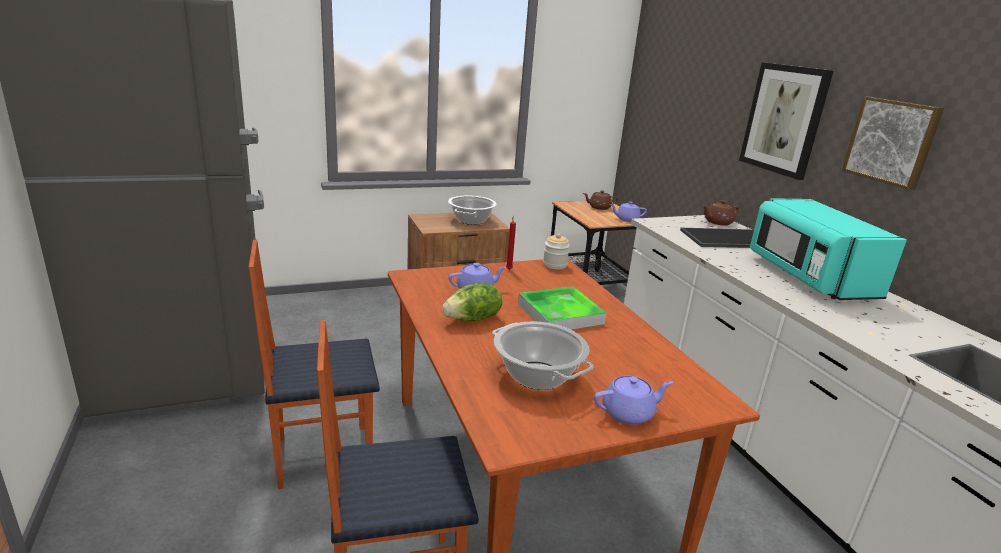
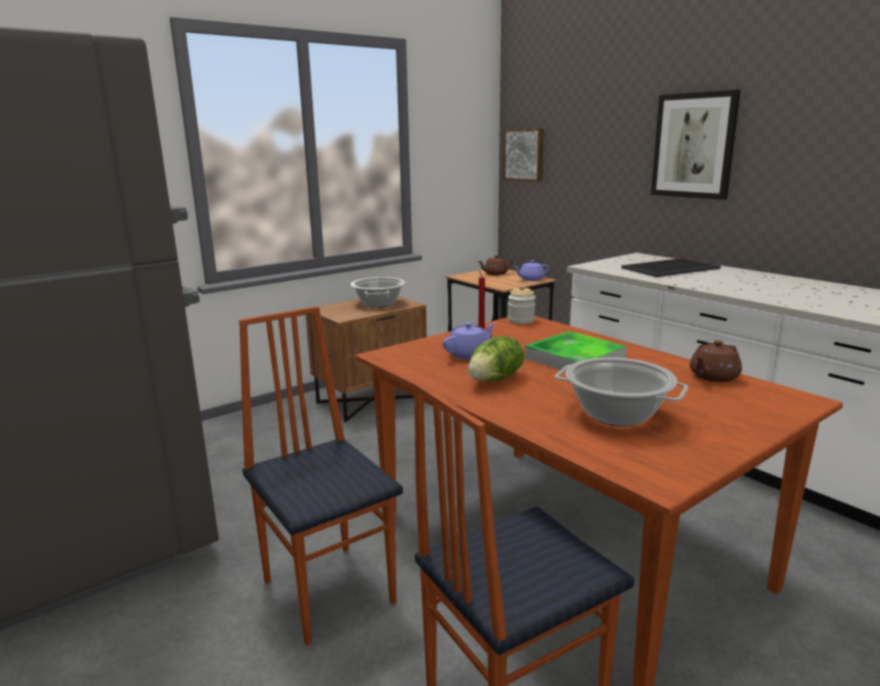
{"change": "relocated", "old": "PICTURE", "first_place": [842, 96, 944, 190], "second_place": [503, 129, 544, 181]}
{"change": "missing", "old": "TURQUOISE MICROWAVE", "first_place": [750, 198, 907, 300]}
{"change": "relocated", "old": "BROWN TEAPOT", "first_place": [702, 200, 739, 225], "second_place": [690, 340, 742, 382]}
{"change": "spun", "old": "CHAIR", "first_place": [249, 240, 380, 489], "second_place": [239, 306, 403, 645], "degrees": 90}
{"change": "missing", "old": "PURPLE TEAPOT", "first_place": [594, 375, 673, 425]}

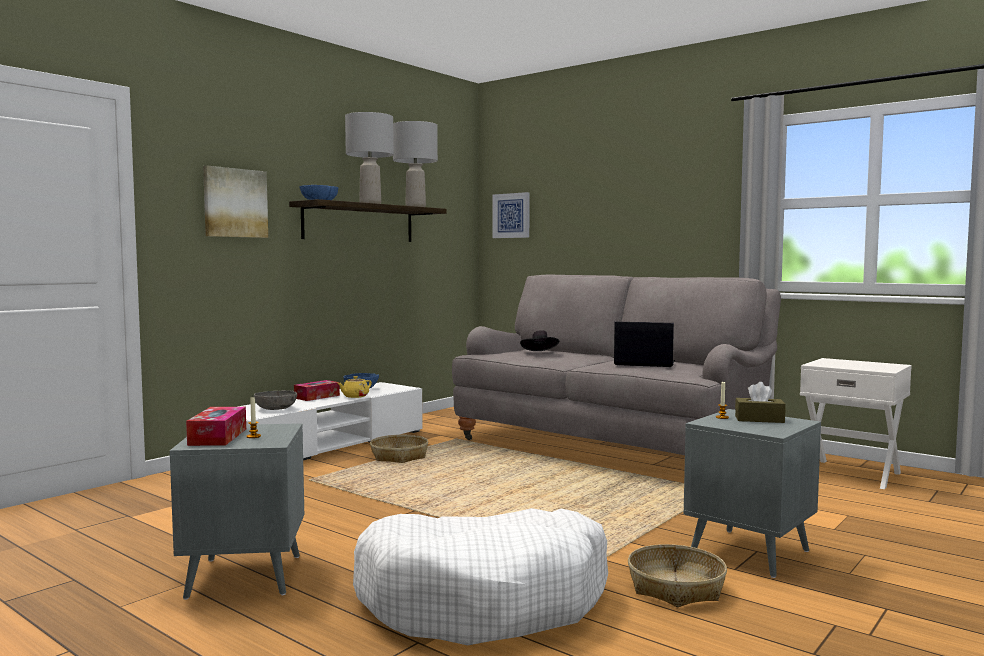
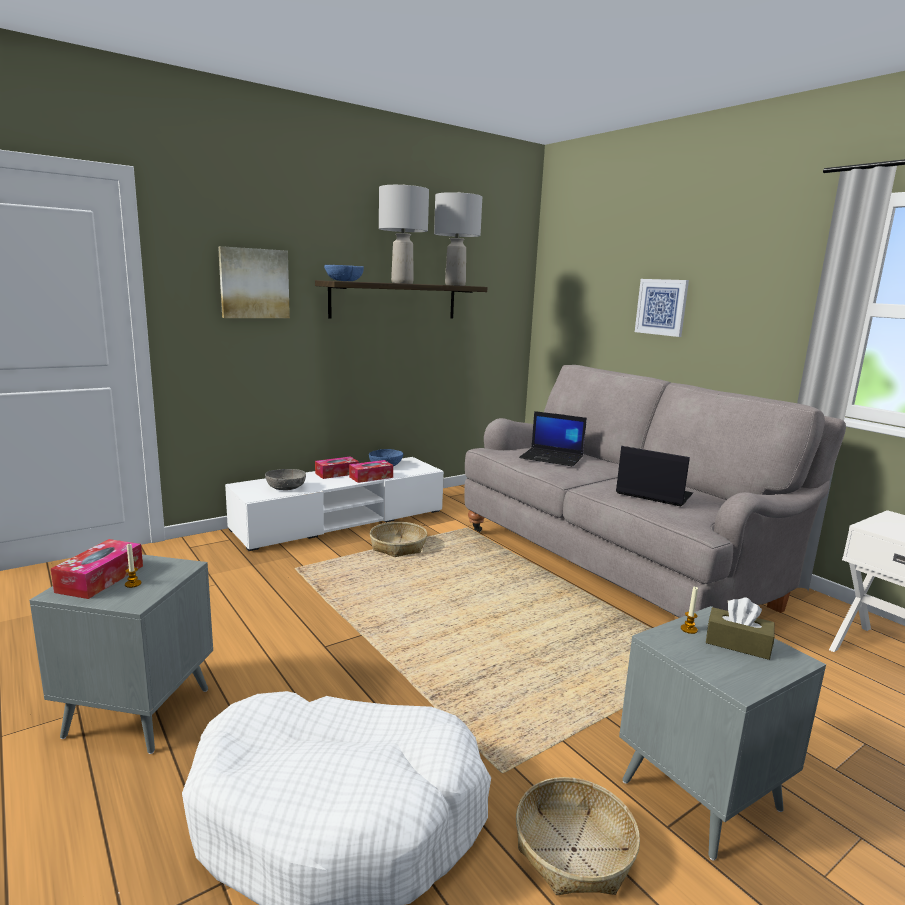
{"change": "relocated", "old": "PICTURE", "first_place": [492, 192, 530, 238], "second_place": [635, 279, 689, 337]}
{"change": "exchanged", "old": "BLACK HAT", "new": "LAPTOP", "first_place": [520, 330, 559, 351], "second_place": [519, 411, 587, 466]}
{"change": "exchanged", "old": "YELLOW TEAPOT", "new": "TISSUE BOX", "first_place": [338, 376, 372, 398], "second_place": [349, 460, 393, 483]}

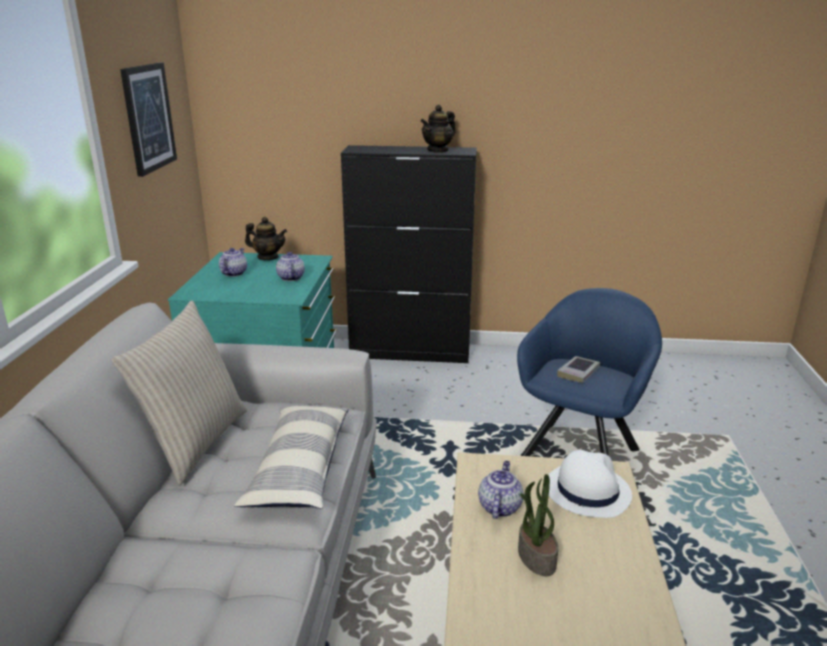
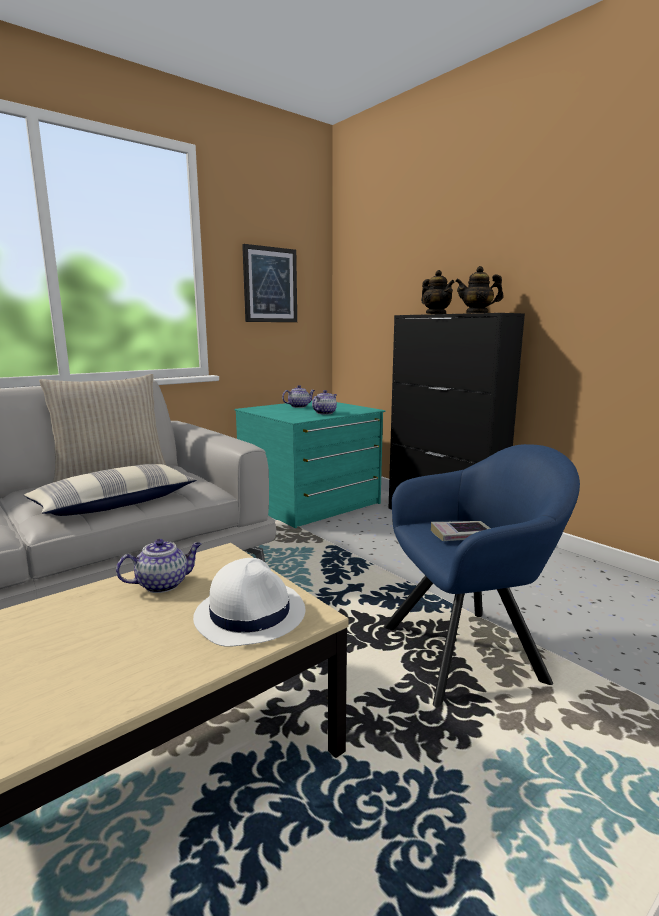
{"change": "relocated", "old": "TEAPOT", "first_place": [245, 217, 287, 260], "second_place": [421, 270, 455, 314]}
{"change": "missing", "old": "POTTED PLANT", "first_place": [518, 474, 559, 576]}

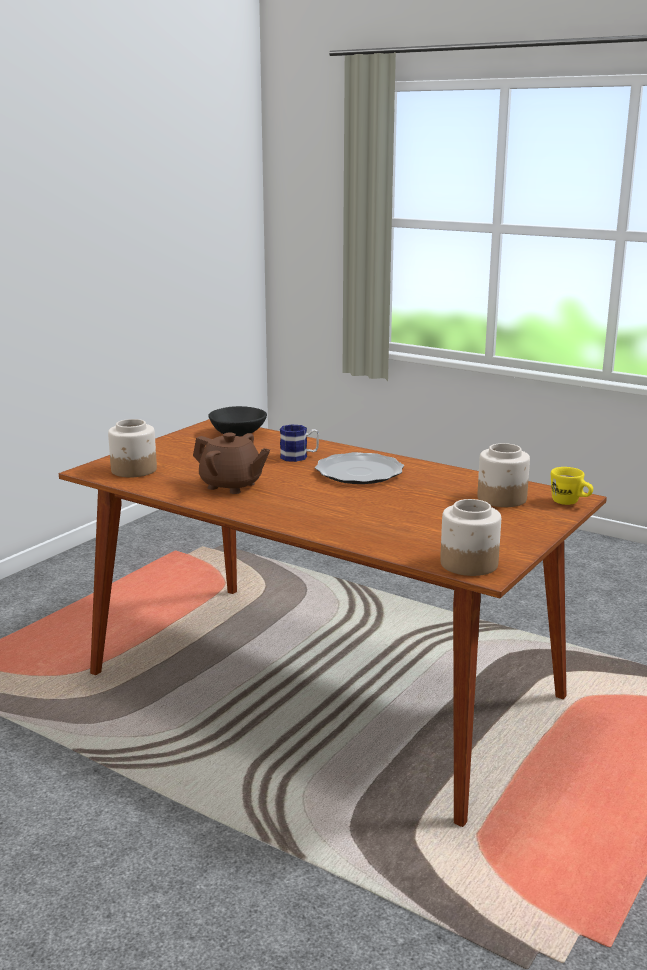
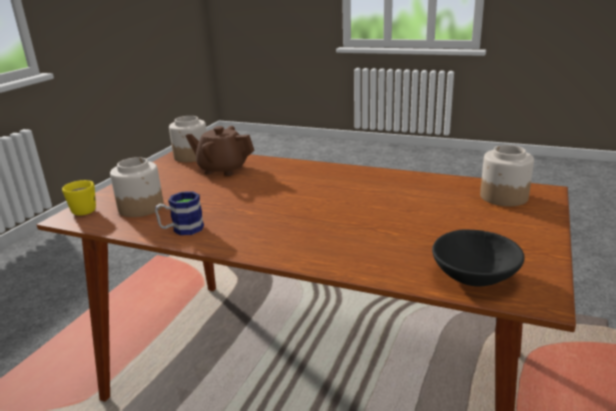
{"change": "relocated", "old": "MUG", "first_place": [280, 424, 319, 462], "second_place": [155, 191, 204, 235]}
{"change": "relocated", "old": "BROWN TEAPOT", "first_place": [193, 432, 270, 494], "second_place": [185, 126, 255, 176]}
{"change": "missing", "old": "PLATE", "first_place": [315, 452, 404, 484]}

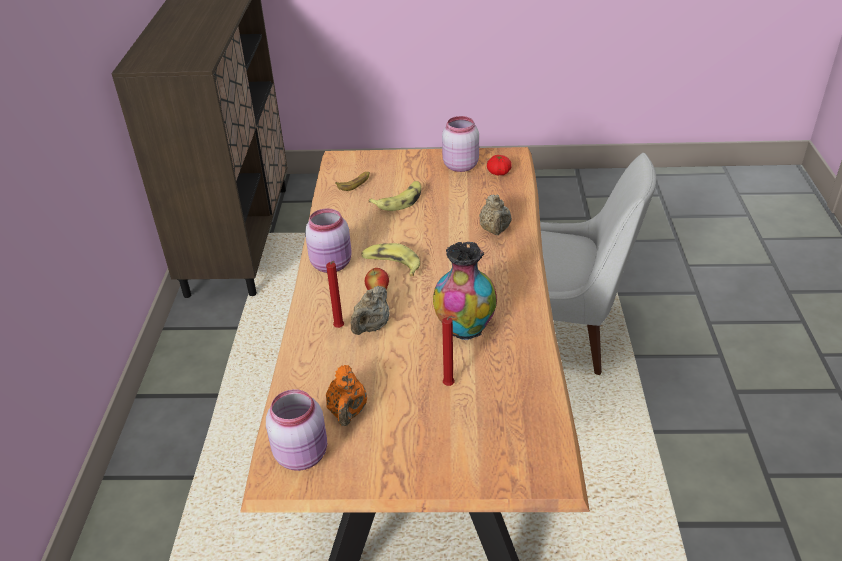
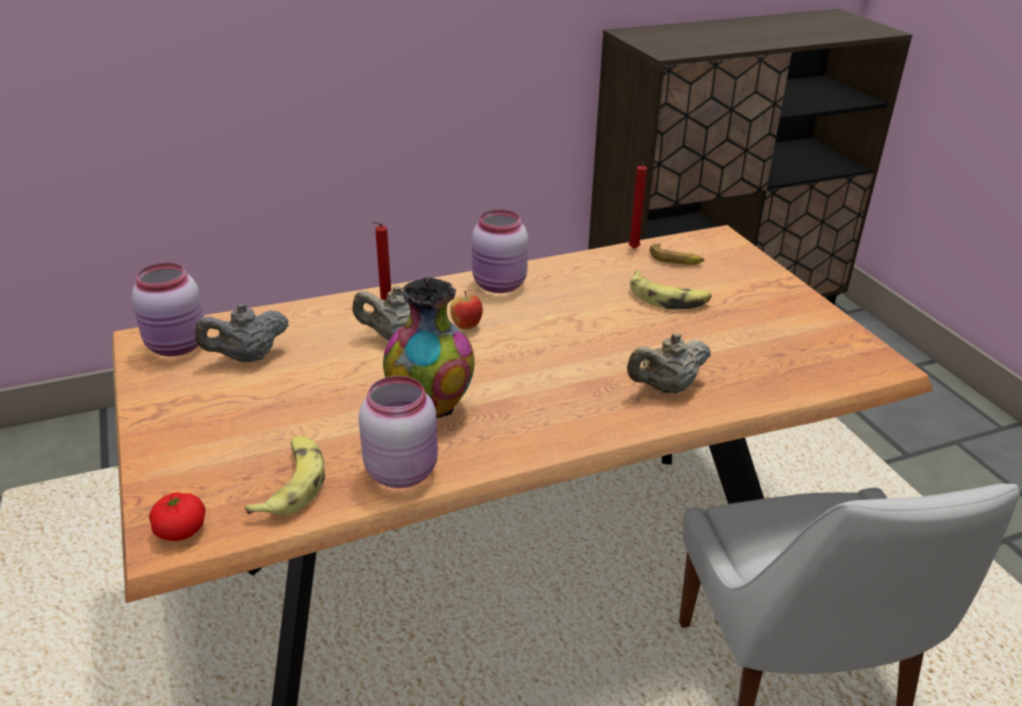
{"change": "relocated", "old": "PINK JAR", "first_place": [442, 116, 479, 172], "second_place": [359, 376, 438, 488]}
{"change": "relocated", "old": "TOMATO", "first_place": [487, 155, 512, 175], "second_place": [149, 492, 206, 541]}
{"change": "relocated", "old": "BANANA", "first_place": [361, 243, 420, 276], "second_place": [244, 436, 325, 515]}
{"change": "relocated", "old": "RED CANDLE", "first_place": [442, 316, 456, 386], "second_place": [629, 161, 647, 249]}
{"change": "colour", "old": "ORANGE TEAPOT", "new": "GREY TEAPOT", "first_place": [326, 365, 367, 426], "second_place": [195, 303, 289, 362]}

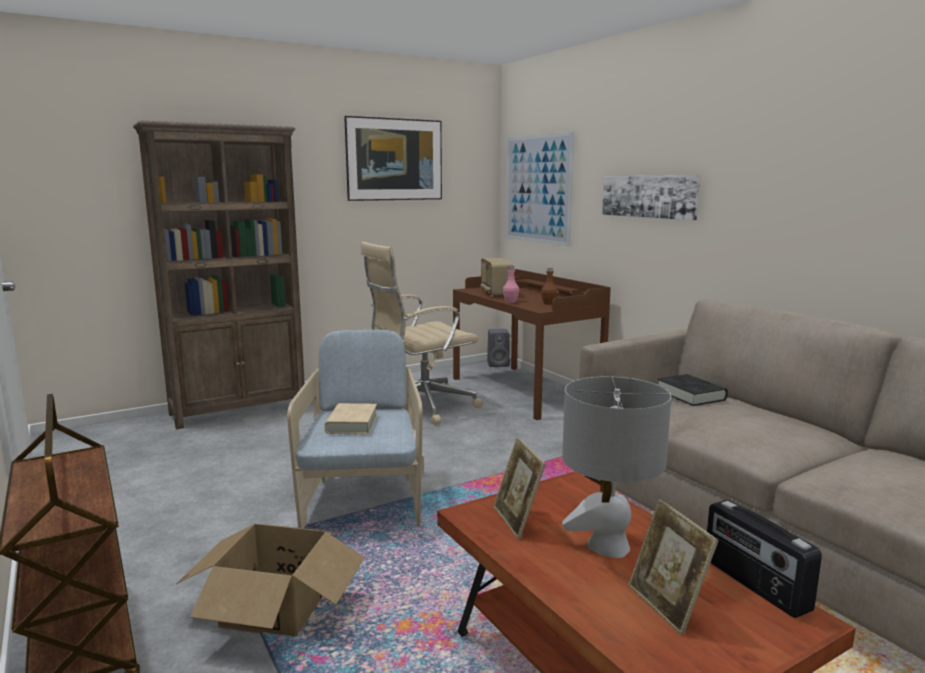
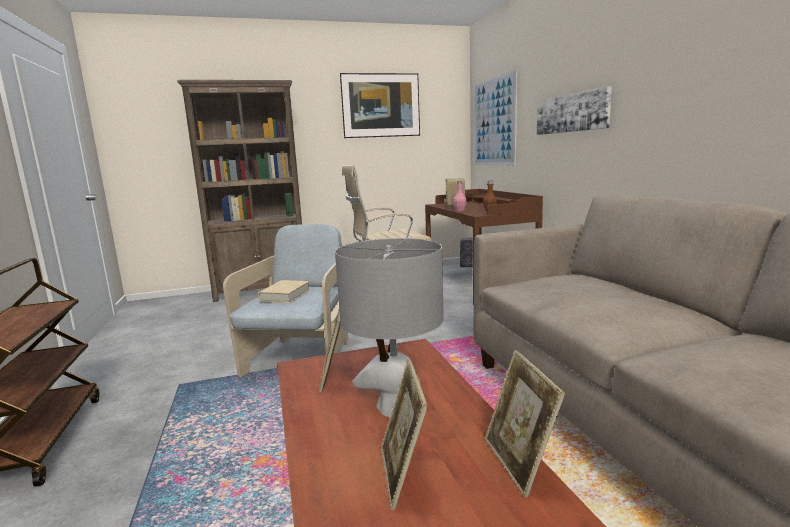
{"change": "missing", "old": "BLACK BOOK", "first_place": [657, 374, 728, 406]}
{"change": "exchanged", "old": "RADIO", "new": "PICTURE FRAME", "first_place": [707, 500, 822, 618], "second_place": [485, 350, 565, 498]}
{"change": "missing", "old": "CARDBOARD BOX", "first_place": [176, 524, 365, 637]}

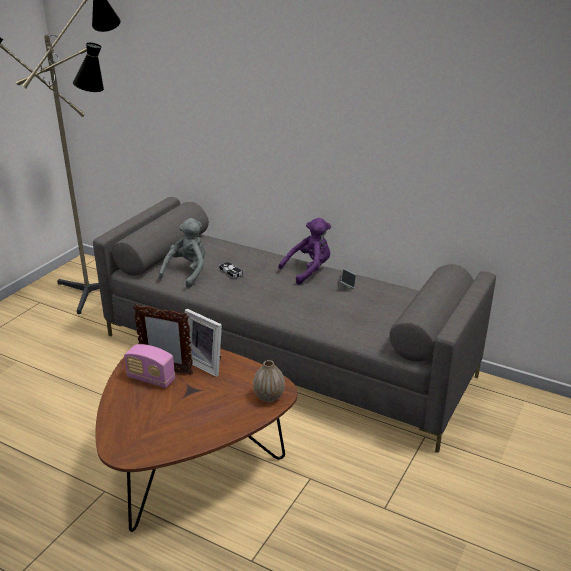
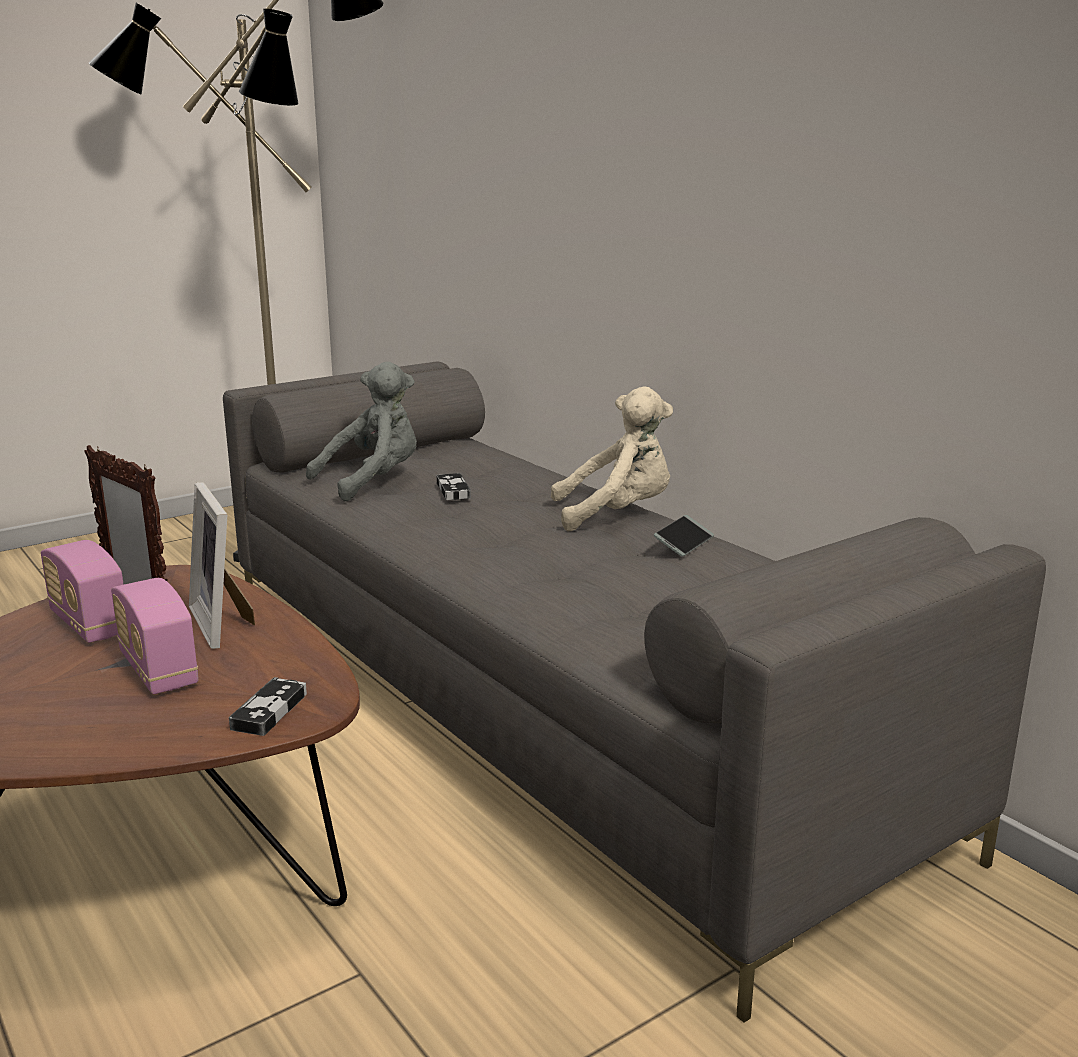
{"change": "colour", "old": "PURPLE PLUSH TOY", "new": "BEIGE PLUSH TOY", "first_place": [278, 218, 331, 285], "second_place": [551, 386, 673, 531]}
{"change": "exchanged", "old": "VASE", "new": "GAME CONTROLLER", "first_place": [253, 360, 285, 402], "second_place": [229, 677, 307, 736]}
{"change": "appeared", "new": "RADIO", "second_place": [111, 578, 199, 694]}

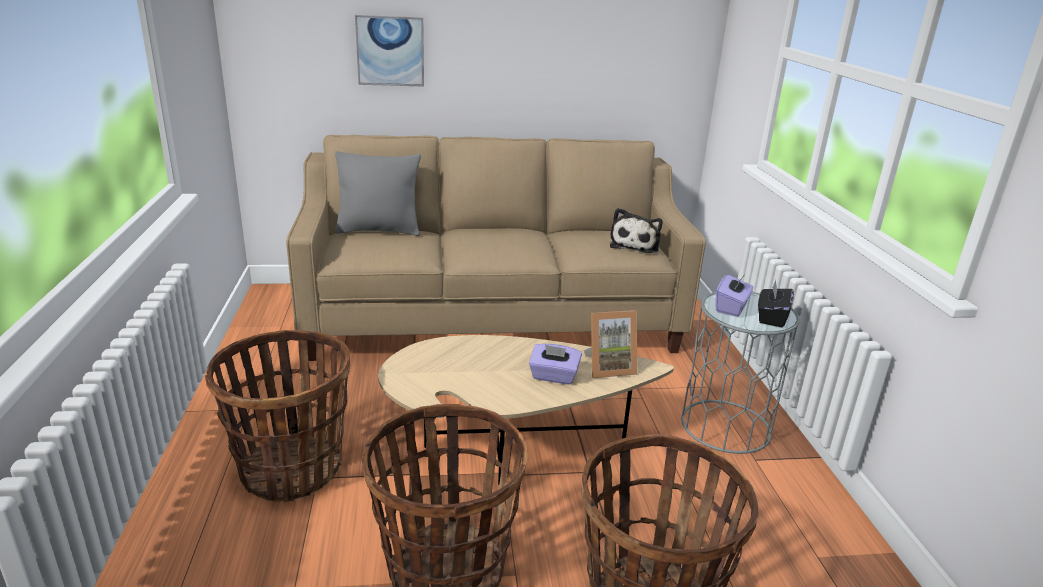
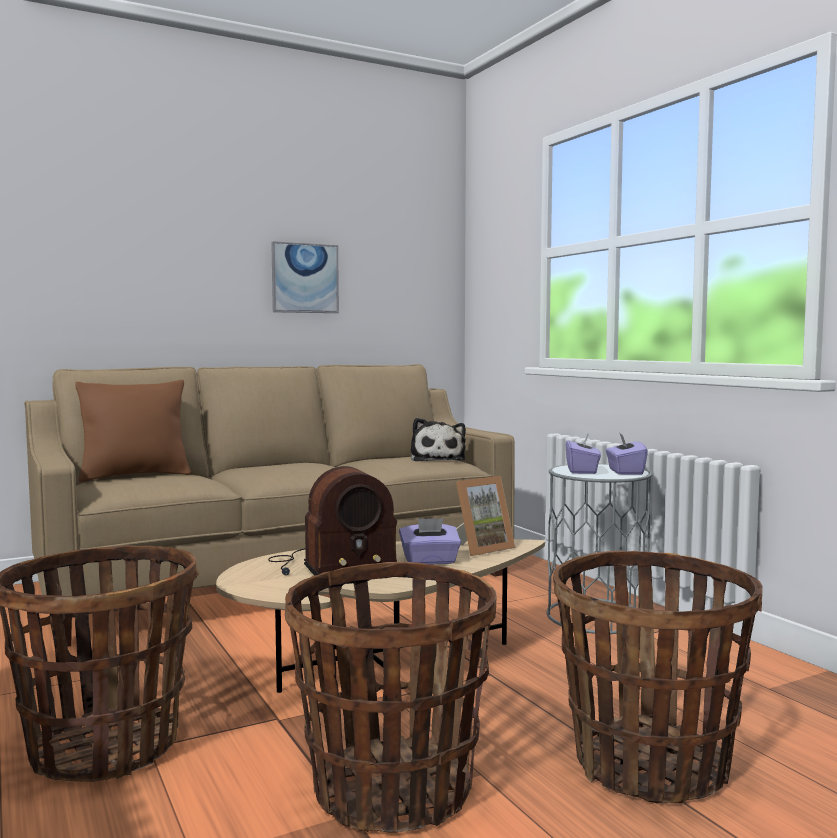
{"change": "relocated", "old": "PICTURE", "first_place": [355, 15, 424, 87], "second_place": [271, 241, 339, 313]}
{"change": "colour", "old": "GREY PILLOW", "new": "BROWN PILLOW", "first_place": [335, 151, 421, 236], "second_place": [75, 380, 191, 482]}
{"change": "colour", "old": "BLACK TISSUE BOX", "new": "PURPLE TISSUE BOX", "first_place": [758, 280, 794, 327], "second_place": [606, 432, 648, 475]}
{"change": "appeared", "new": "RADIO", "second_place": [268, 466, 397, 575]}

